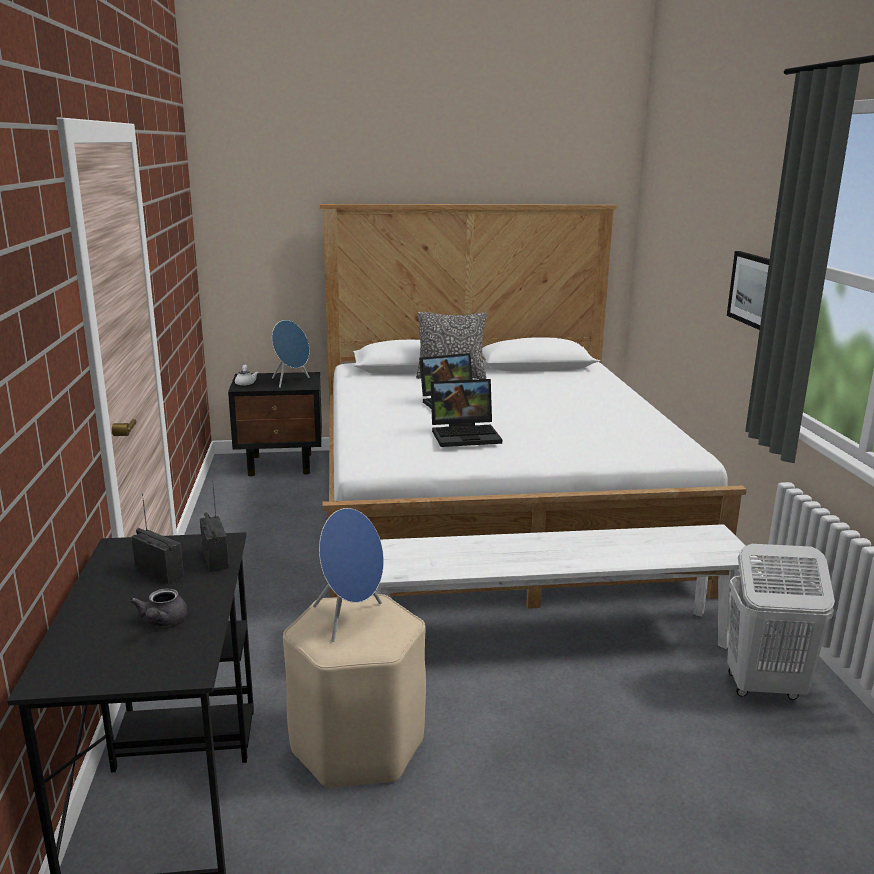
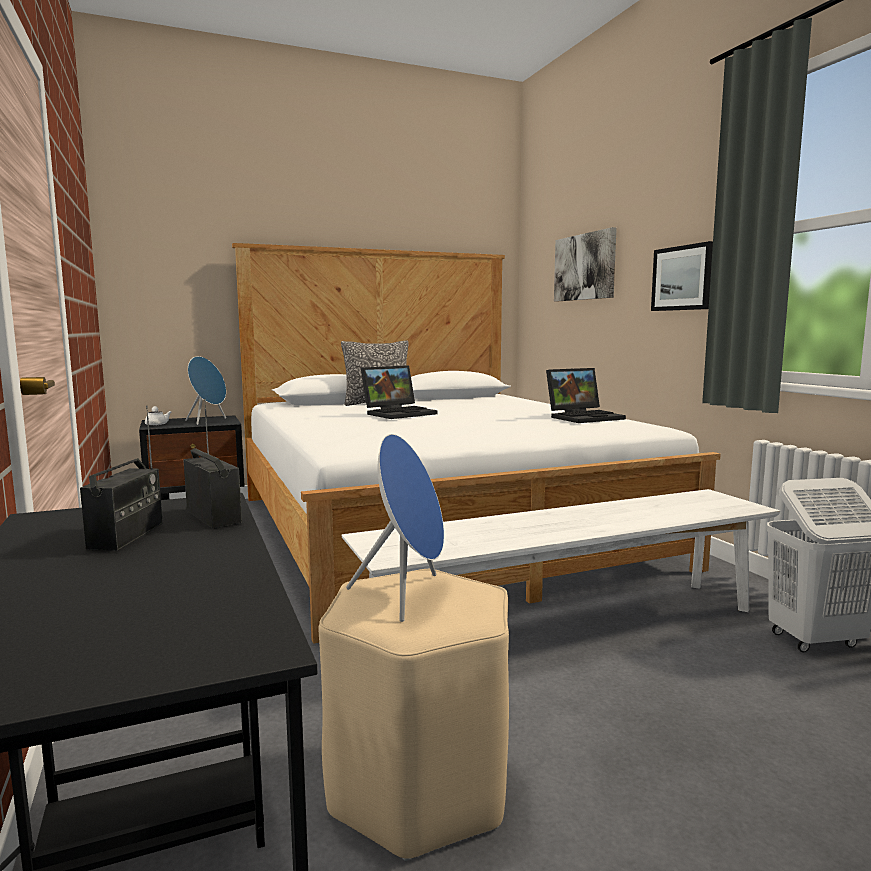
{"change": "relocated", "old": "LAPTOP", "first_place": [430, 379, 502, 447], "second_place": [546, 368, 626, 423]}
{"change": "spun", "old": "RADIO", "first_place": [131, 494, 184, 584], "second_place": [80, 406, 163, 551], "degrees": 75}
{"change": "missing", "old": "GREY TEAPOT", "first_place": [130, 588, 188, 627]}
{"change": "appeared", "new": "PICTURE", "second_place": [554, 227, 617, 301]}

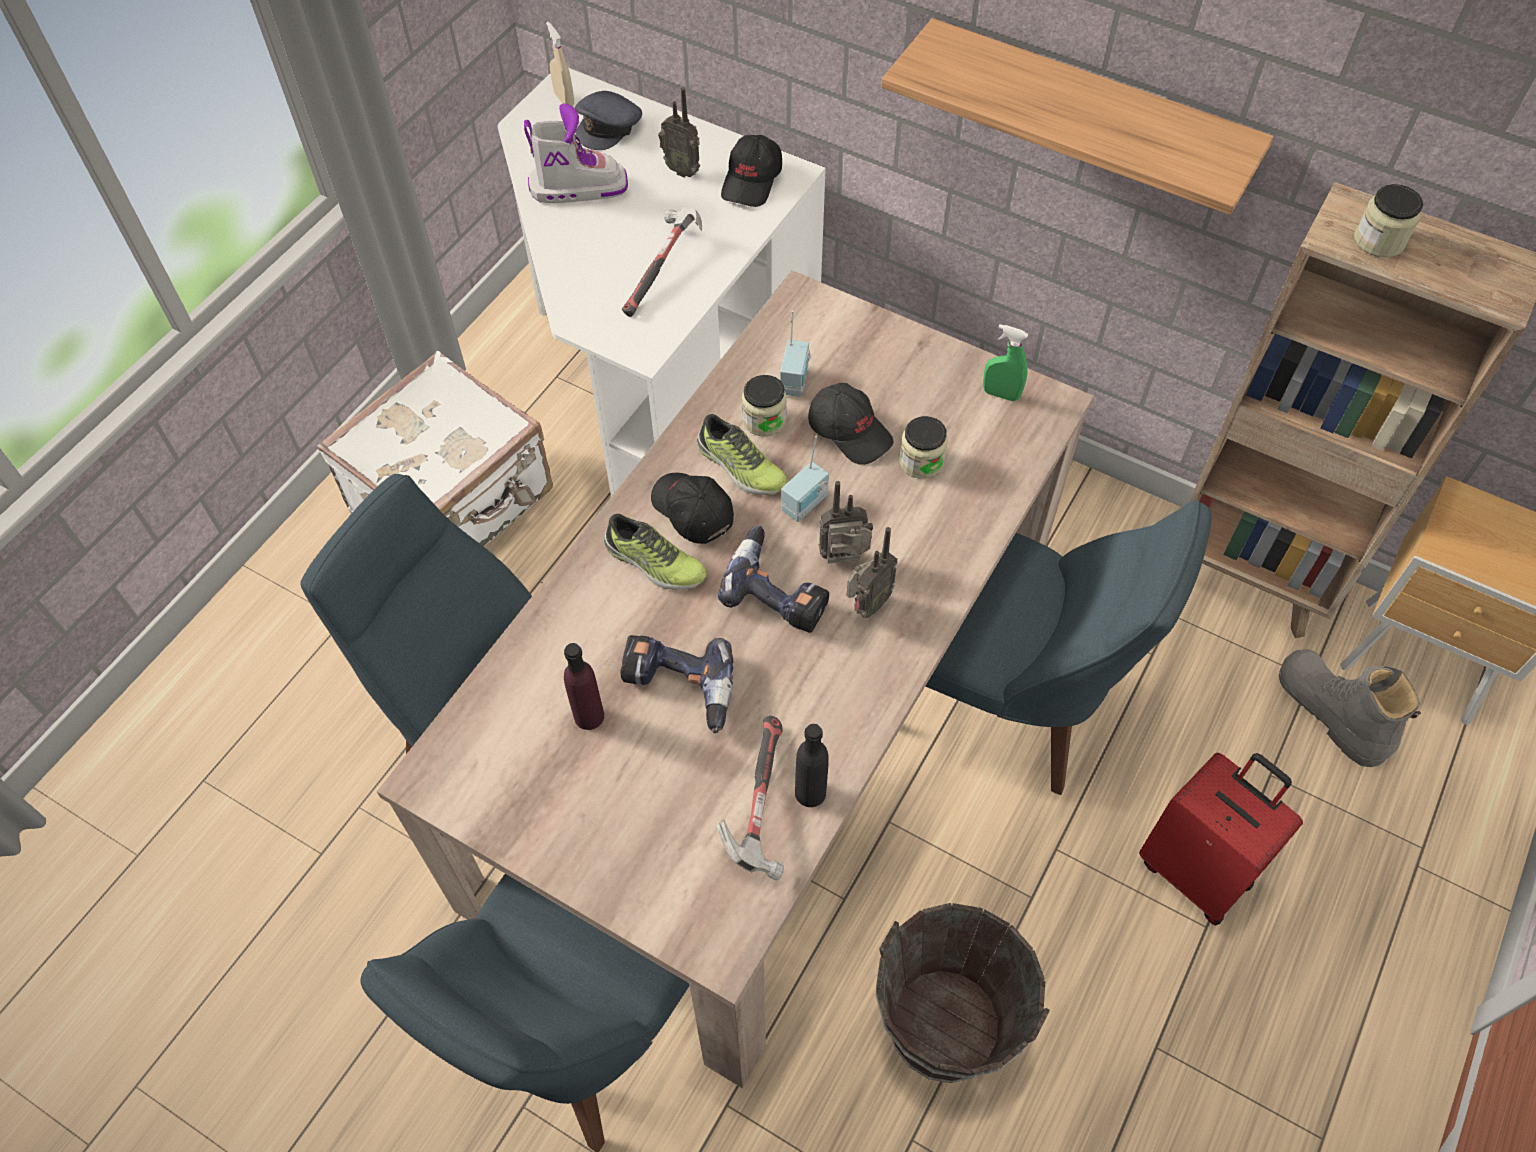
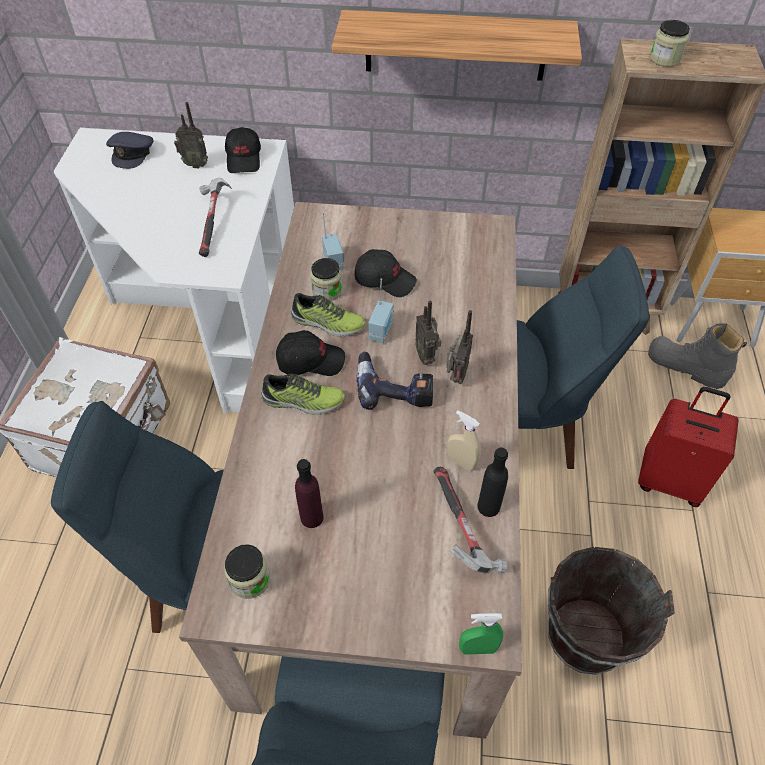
{"change": "relocated", "old": "BEIGE SPRAY BOTTLE", "first_place": [546, 22, 574, 106], "second_place": [447, 410, 481, 471]}
{"change": "missing", "old": "BOOT", "first_place": [524, 103, 628, 203]}
{"change": "relocated", "old": "GREEN SPRAY BOTTLE", "first_place": [983, 324, 1028, 401], "second_place": [459, 613, 503, 655]}
{"change": "relocated", "old": "JAR", "first_place": [899, 416, 948, 479], "second_place": [224, 544, 270, 599]}
{"change": "spun", "old": "BLACK CAP", "first_place": [651, 473, 734, 544], "second_place": [276, 330, 345, 376], "degrees": 150}
{"change": "spun", "old": "RADIO", "first_place": [819, 481, 873, 563], "second_place": [415, 301, 441, 365], "degrees": -75}
{"change": "missing", "old": "POWER DRILL", "first_place": [620, 635, 733, 733]}

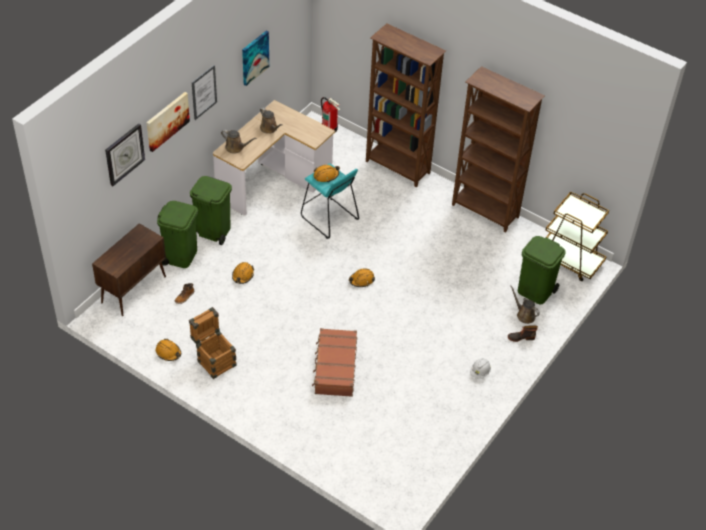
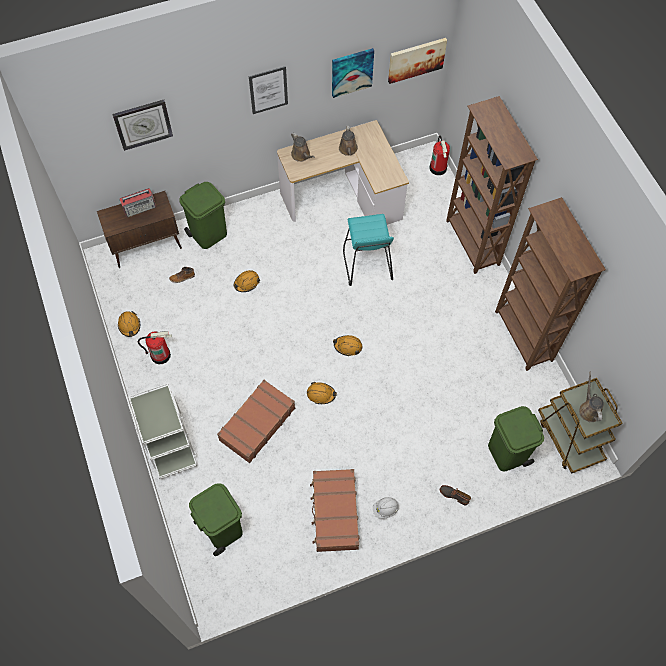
{"change": "relocated", "old": "PICTURE", "first_place": [146, 92, 190, 152], "second_place": [388, 38, 447, 84]}
{"change": "relocated", "old": "ORANGE HARD HAT", "first_place": [313, 165, 340, 182], "second_place": [307, 382, 337, 404]}
{"change": "relocated", "old": "GREEN TRASH CAN", "first_place": [190, 176, 232, 245], "second_place": [189, 483, 243, 556]}
{"change": "relocated", "old": "BROWN WATERING CAN", "first_place": [510, 286, 540, 324], "second_place": [579, 371, 604, 422]}
{"change": "exchanged", "old": "CRATE", "new": "FIRE EXTINGUISHER", "first_place": [189, 307, 237, 379], "second_place": [138, 331, 172, 364]}
{"change": "appeared", "new": "RADIO", "second_place": [120, 188, 156, 217]}
{"change": "appeared", "new": "WHITE CART", "second_place": [128, 383, 197, 479]}
{"change": "appeared", "new": "BROWN SUITCASE", "second_place": [310, 469, 359, 552]}

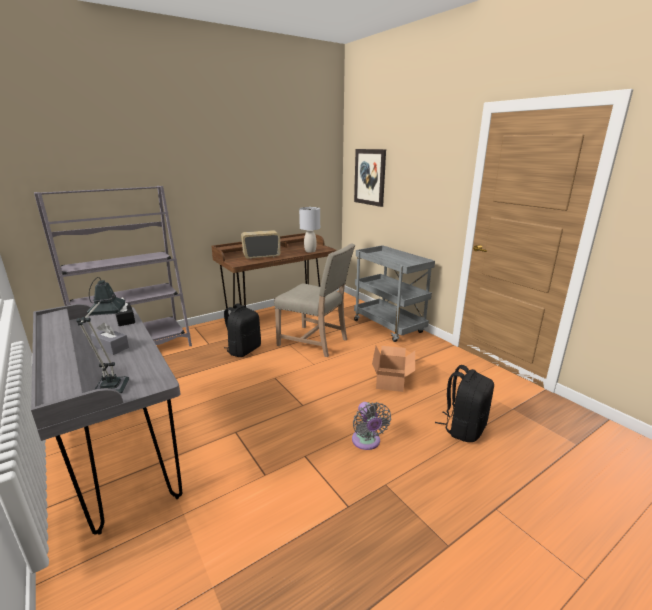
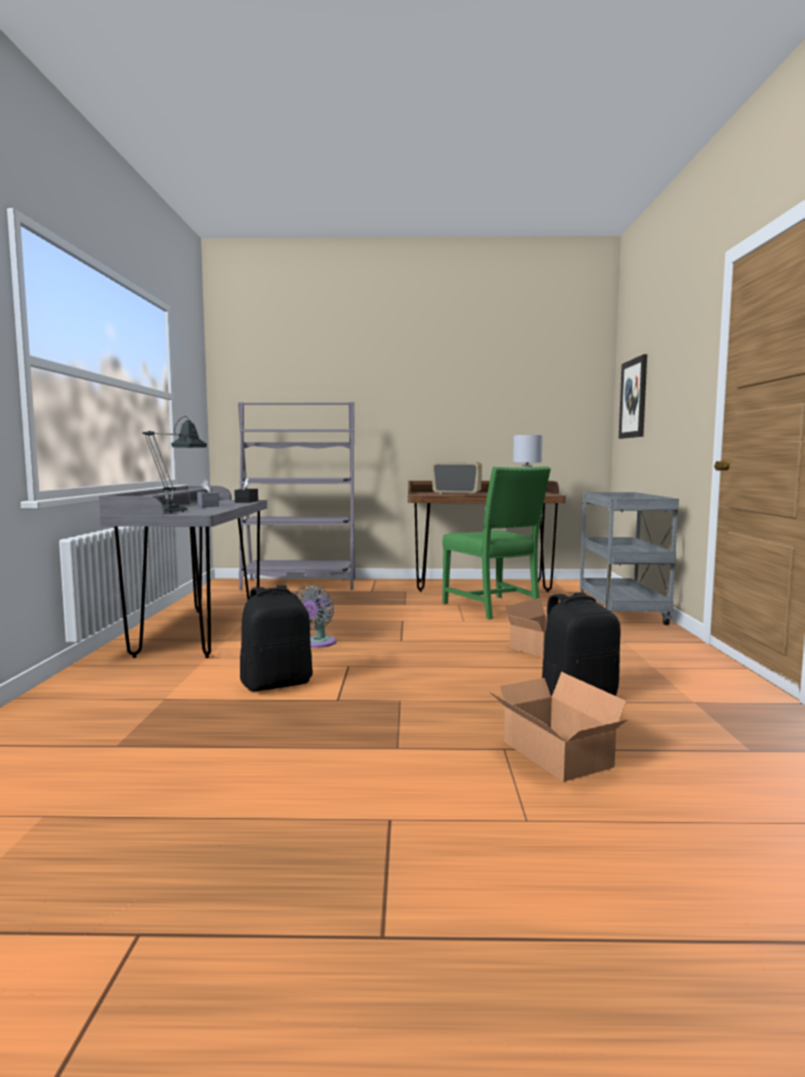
{"change": "colour", "old": "BEIGE CHAIR", "new": "GREEN CHAIR", "first_place": [274, 243, 355, 357], "second_place": [442, 466, 551, 619]}
{"change": "relocated", "old": "BLACK BACKPACK", "first_place": [224, 303, 261, 357], "second_place": [240, 585, 313, 691]}
{"change": "relocated", "old": "GREY FAN", "first_place": [352, 402, 391, 450], "second_place": [295, 585, 336, 648]}
{"change": "appeared", "new": "CARDBOARD BOX", "second_place": [489, 672, 628, 782]}

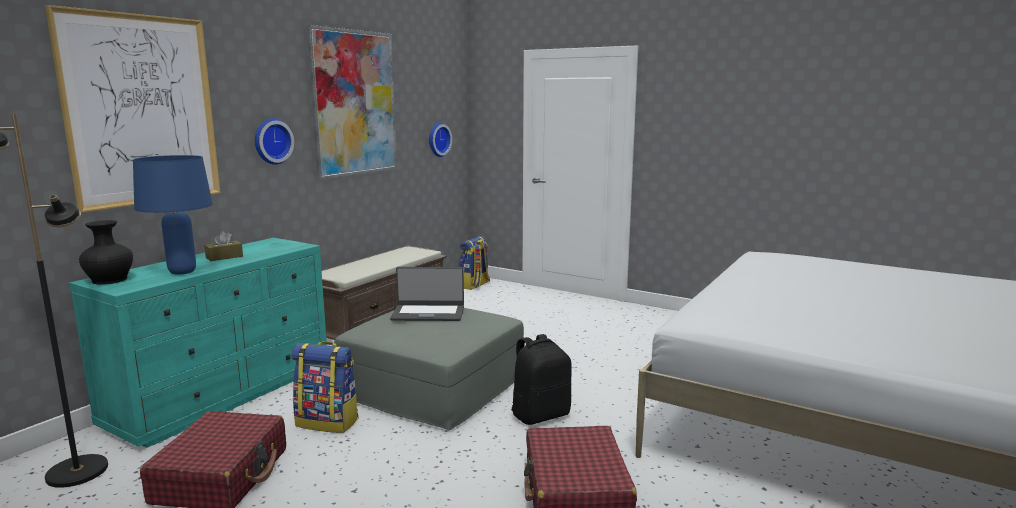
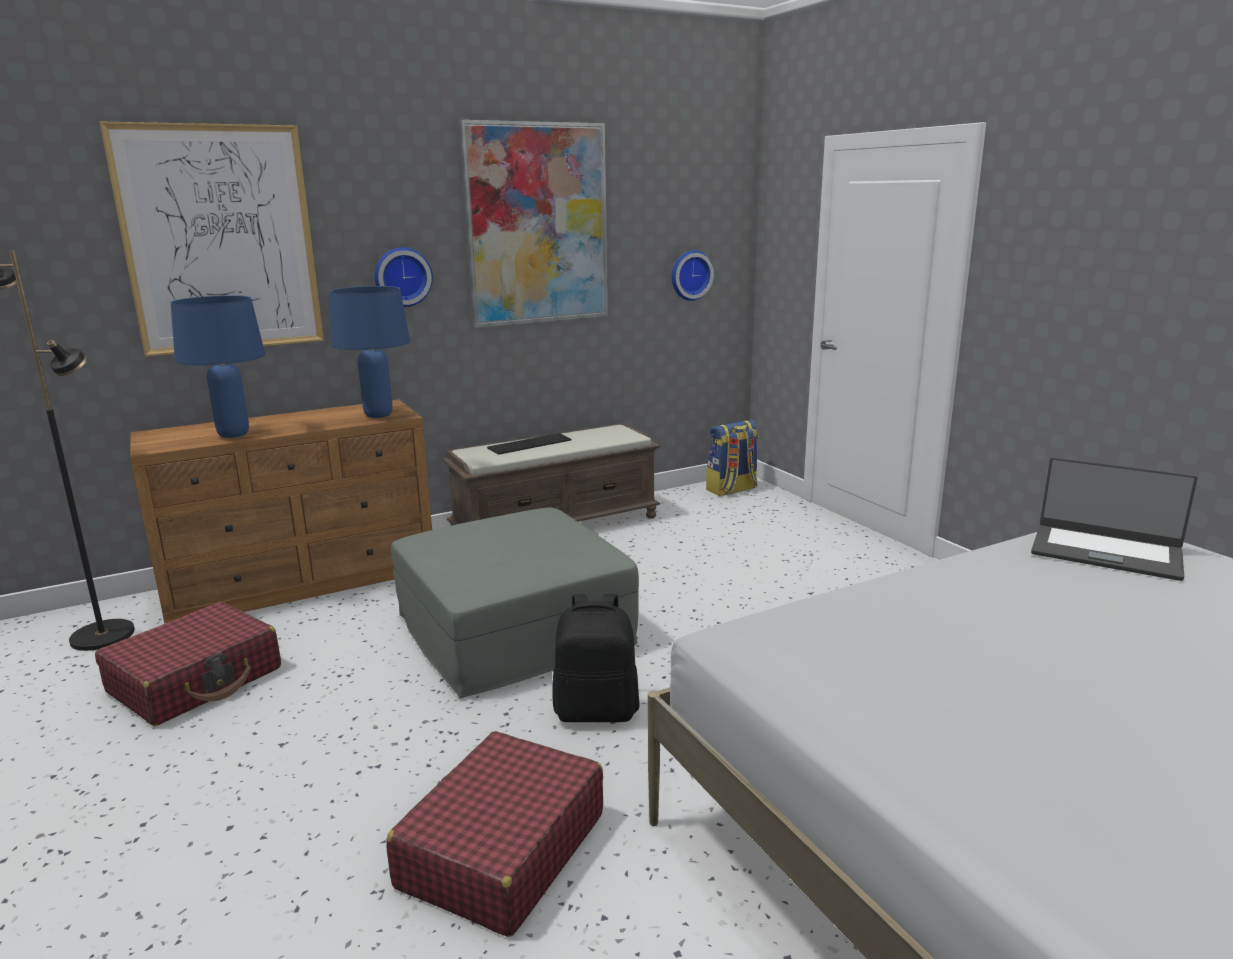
{"change": "missing", "old": "BLACK VASE", "first_place": [79, 220, 133, 285]}
{"change": "missing", "old": "BROWN TISSUE BOX", "first_place": [204, 231, 243, 261]}
{"change": "colour", "old": "TURQUOISE DRESSER", "new": "BROWN DRESSER", "first_place": [69, 238, 327, 448], "second_place": [130, 399, 432, 624]}
{"change": "relocated", "old": "LAPTOP", "first_place": [390, 267, 464, 321], "second_place": [1031, 457, 1198, 581]}
{"change": "missing", "old": "BACKPACK", "first_place": [292, 342, 359, 433]}
{"change": "appeared", "new": "BLUE TABLE LAMP", "second_place": [330, 286, 410, 418]}
{"change": "appeared", "new": "KEYBOARD", "second_place": [487, 433, 572, 455]}

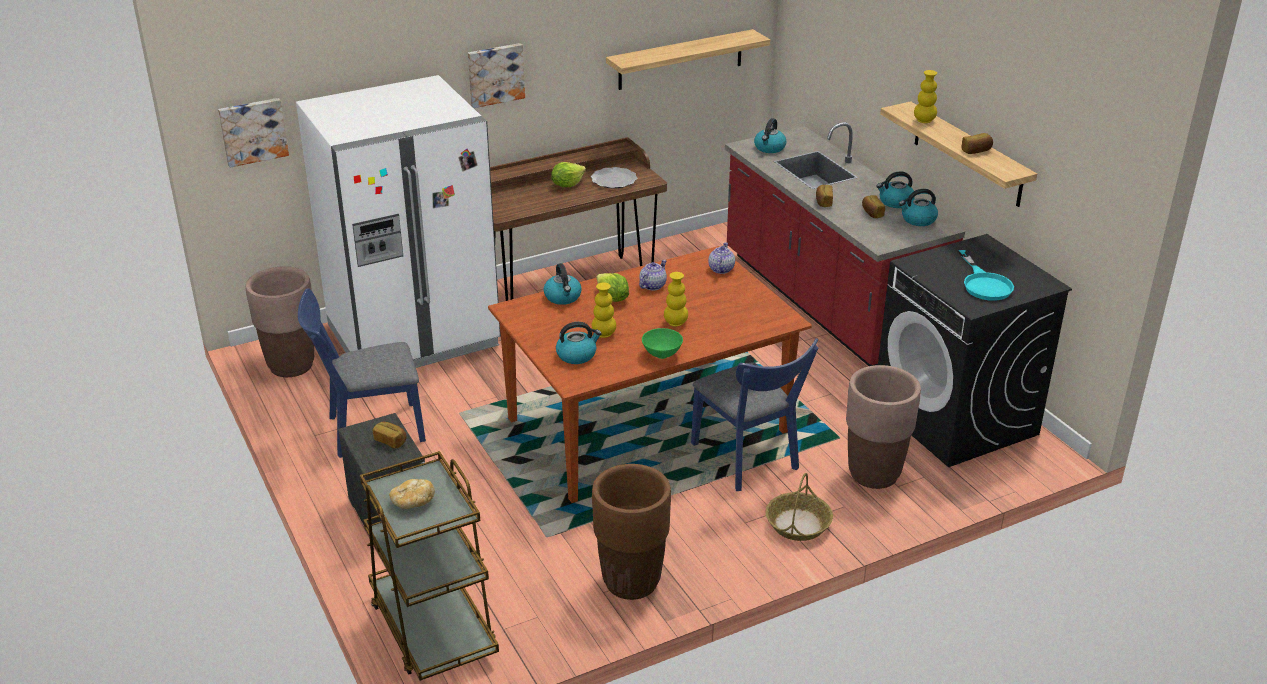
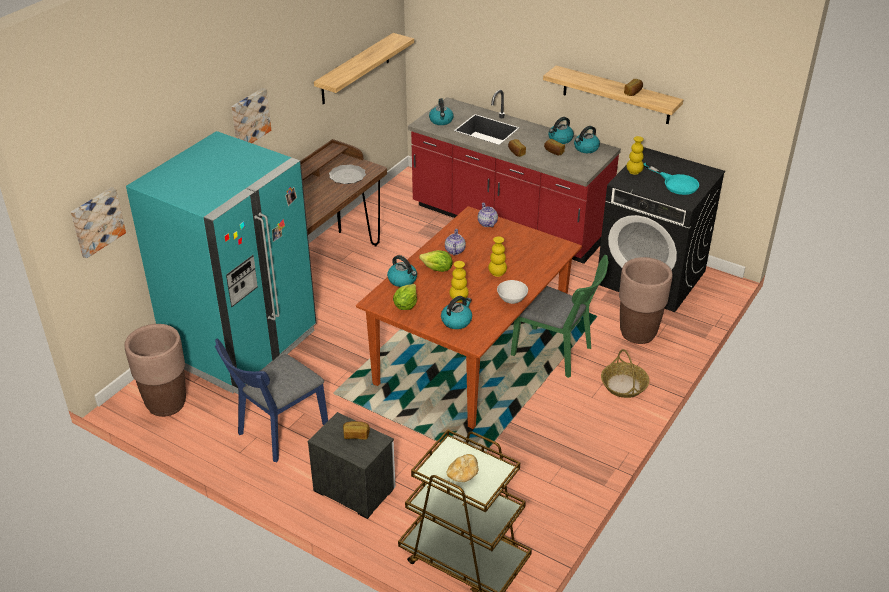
{"change": "relocated", "old": "YELLOW VASE", "first_place": [914, 70, 937, 123], "second_place": [627, 136, 644, 175]}
{"change": "colour", "old": "WHITE FRIDGE", "new": "TURQUOISE FRIDGE", "first_place": [296, 75, 501, 368], "second_place": [126, 131, 316, 394]}
{"change": "relocated", "old": "LETTUCE", "first_place": [551, 162, 586, 187], "second_place": [393, 284, 417, 310]}
{"change": "colour", "old": "GREEN BOWL", "new": "WHITE BOWL", "first_place": [642, 328, 683, 359], "second_place": [497, 280, 528, 304]}
{"change": "colour", "old": "BLUE CHAIR", "new": "GREEN CHAIR", "first_place": [691, 338, 818, 491], "second_place": [511, 255, 609, 378]}
{"change": "missing", "old": "BROWN PLANTER", "first_place": [592, 464, 671, 600]}

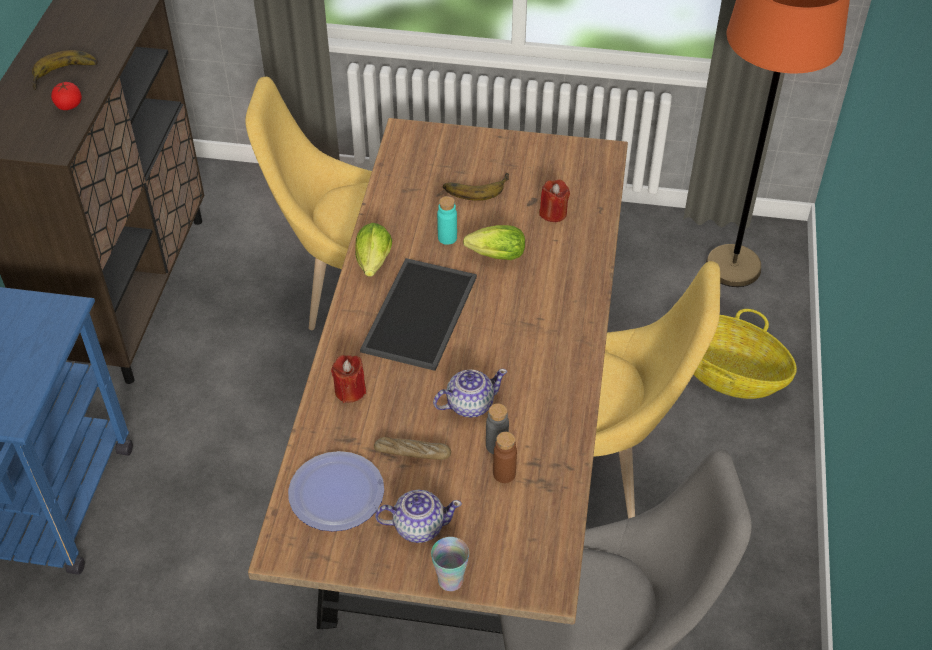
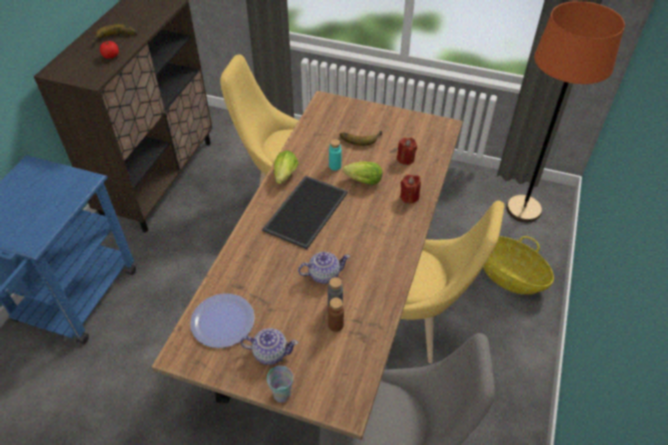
{"change": "relocated", "old": "RED CANDLE", "first_place": [331, 355, 366, 403], "second_place": [400, 174, 421, 204]}
{"change": "missing", "old": "BREAD", "first_place": [374, 437, 451, 460]}

